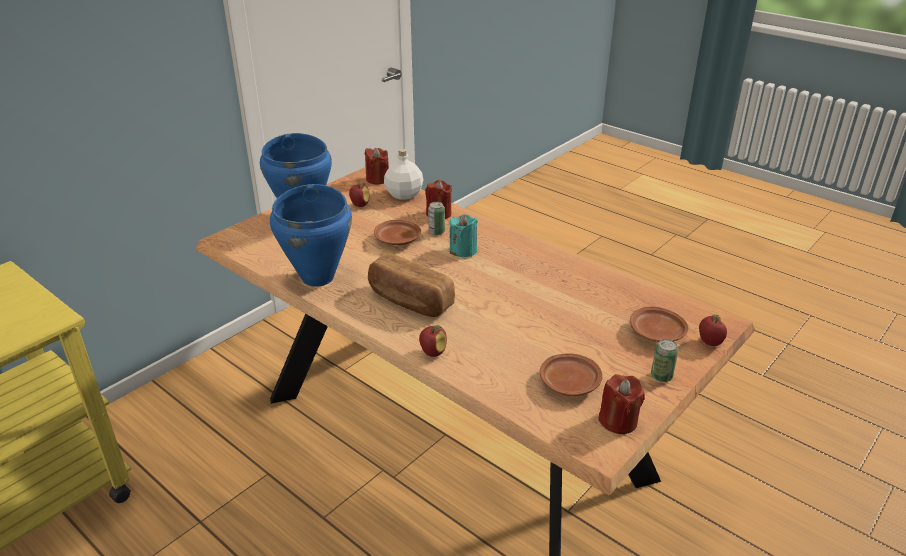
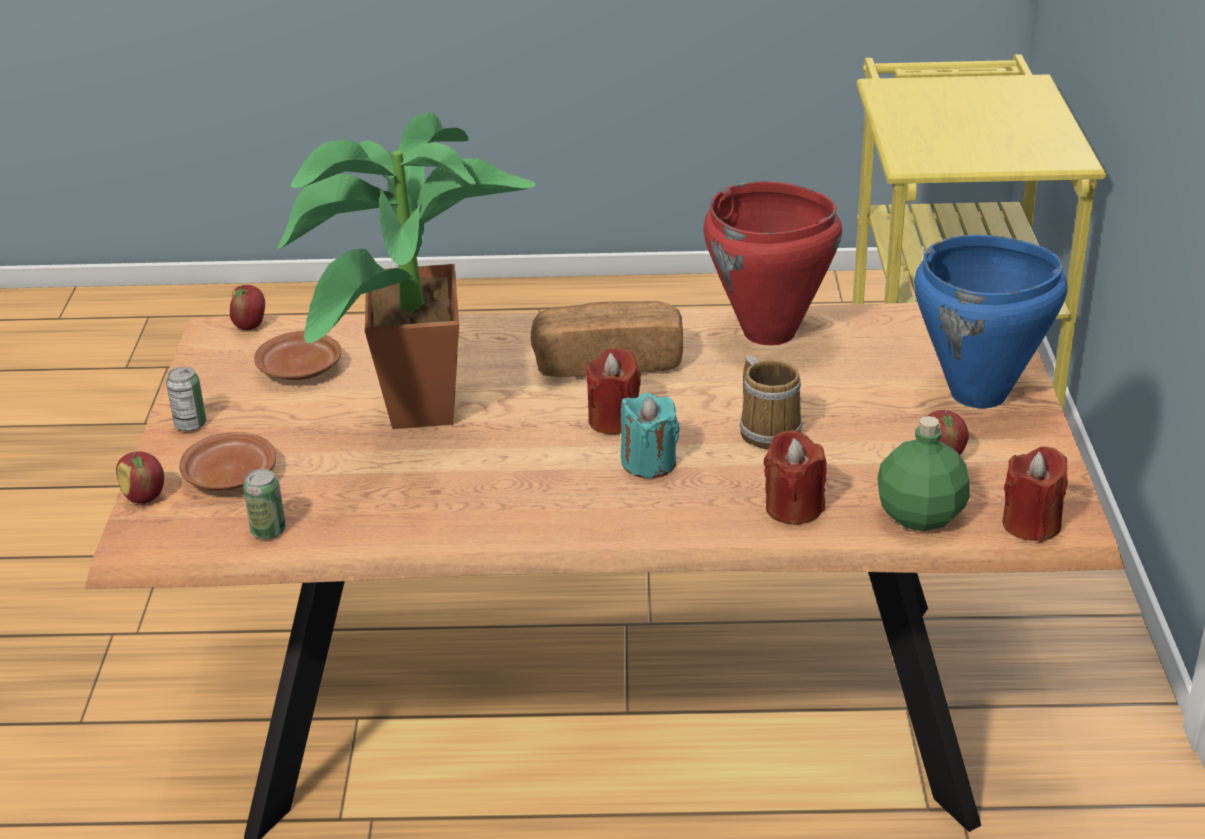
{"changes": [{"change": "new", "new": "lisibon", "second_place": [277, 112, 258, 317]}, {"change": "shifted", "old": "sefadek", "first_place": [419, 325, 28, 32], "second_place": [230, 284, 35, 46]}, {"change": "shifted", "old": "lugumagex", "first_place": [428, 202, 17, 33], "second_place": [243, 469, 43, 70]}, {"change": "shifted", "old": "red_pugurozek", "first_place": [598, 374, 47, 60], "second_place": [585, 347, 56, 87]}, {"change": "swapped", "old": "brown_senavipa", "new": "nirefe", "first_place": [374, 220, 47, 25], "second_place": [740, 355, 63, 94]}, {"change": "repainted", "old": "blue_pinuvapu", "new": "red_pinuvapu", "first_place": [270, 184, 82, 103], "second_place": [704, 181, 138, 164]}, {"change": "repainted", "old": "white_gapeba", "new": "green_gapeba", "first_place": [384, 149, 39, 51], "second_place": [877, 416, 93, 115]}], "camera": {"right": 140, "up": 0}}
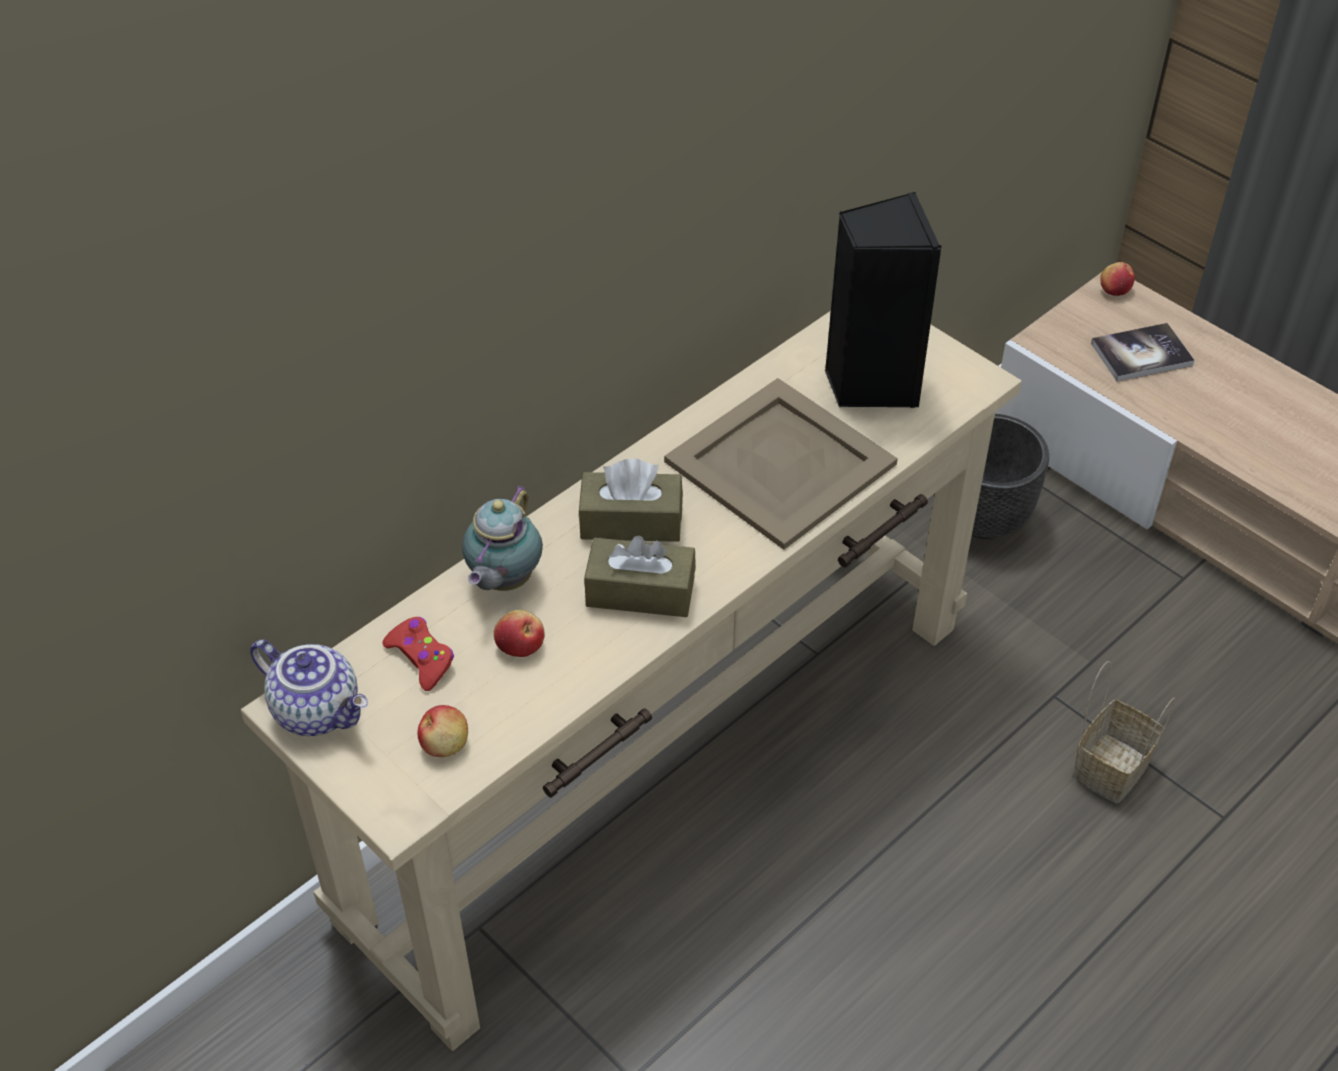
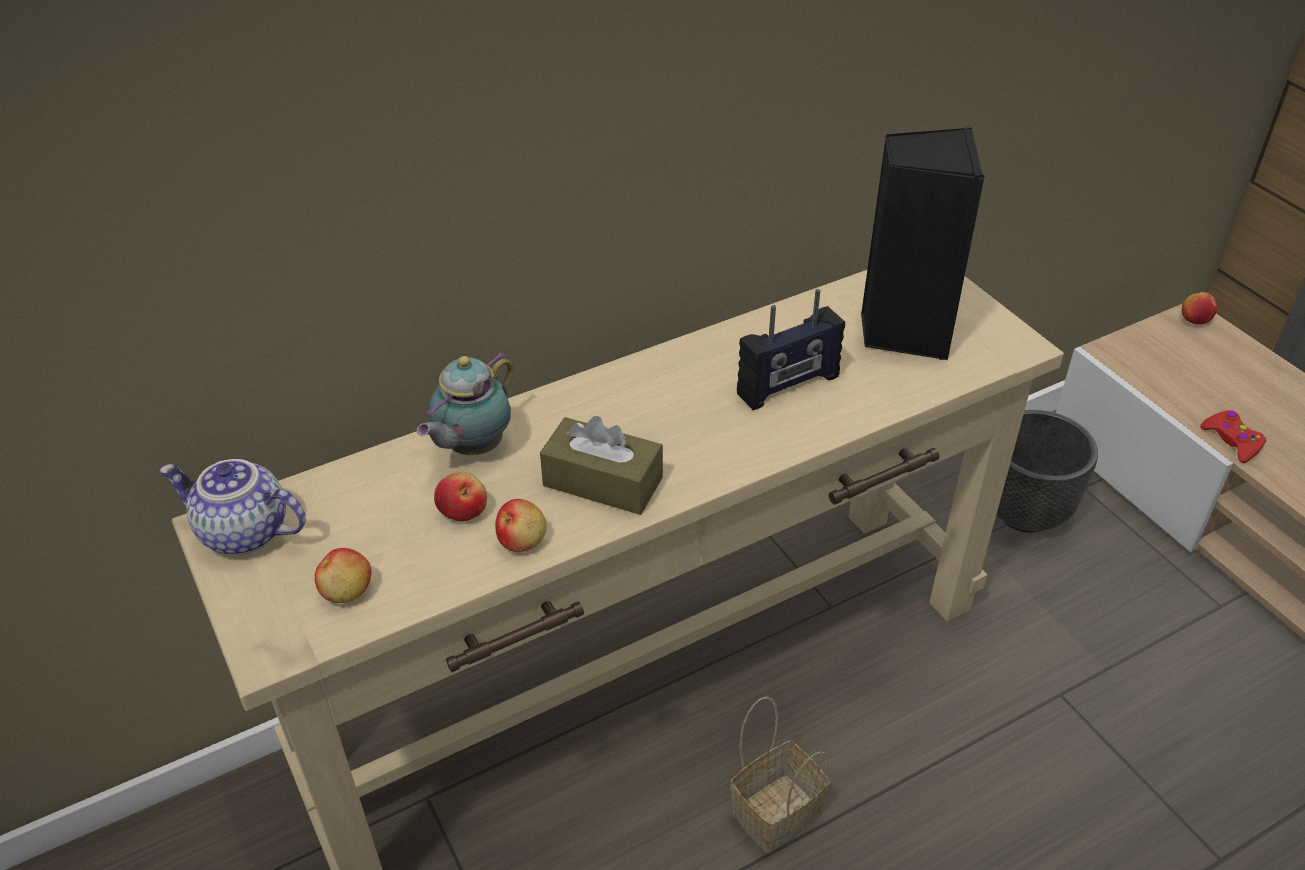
{"changes": [{"change": "gone", "old": "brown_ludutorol", "first_place": [578, 459, 105, 83]}, {"change": "gone", "old": "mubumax", "first_place": [1091, 323, 104, 59]}, {"change": "new", "new": "sefadek", "second_place": [495, 499, 51, 53]}, {"change": "shifted", "old": "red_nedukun", "first_place": [382, 617, 72, 74], "second_place": [1200, 410, 66, 53]}, {"change": "shifted", "old": "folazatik", "first_place": [1072, 661, 104, 142], "second_place": [730, 697, 100, 156]}, {"change": "swapped", "old": "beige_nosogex", "new": "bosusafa", "first_place": [664, 378, 234, 172], "second_place": [737, 289, 108, 121]}, {"change": "rotated", "old": "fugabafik", "first_place": [250, 639, 118, 97], "second_place": [159, 459, 147, 96], "degrees": 150}], "camera": {"right": 15, "up": -5}}
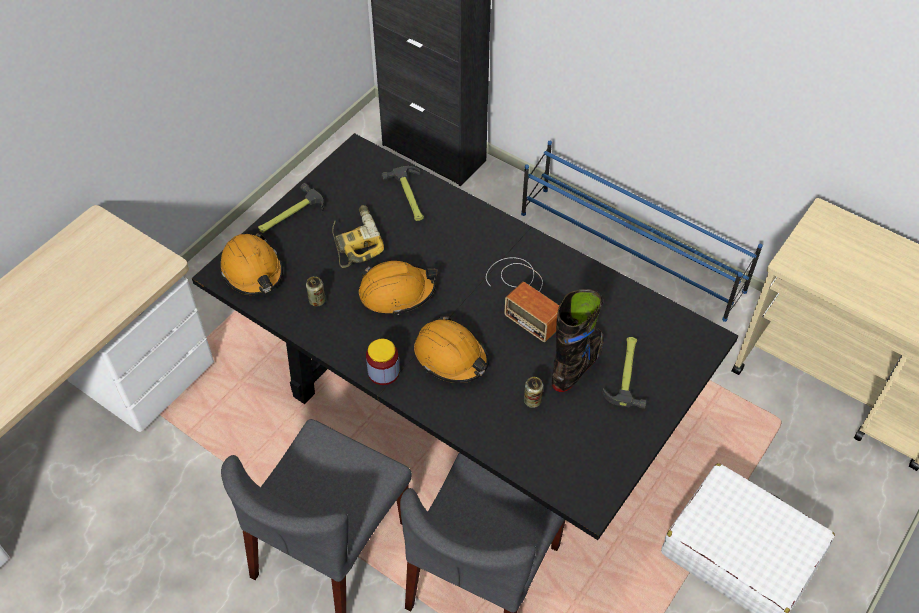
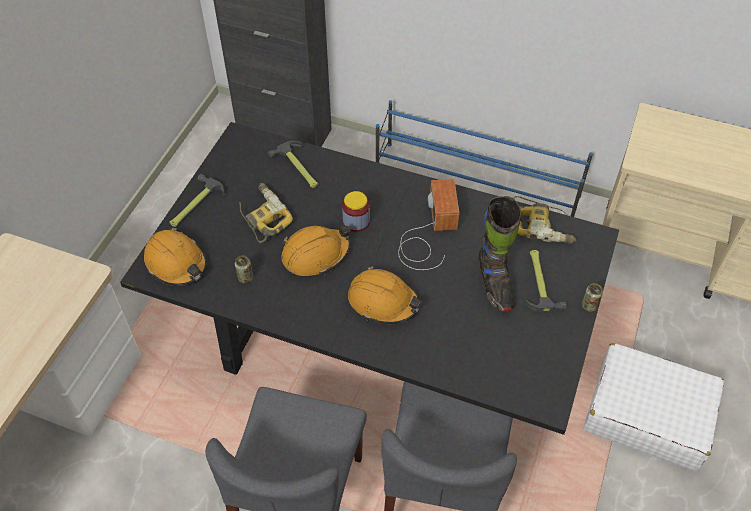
{"changes": [{"change": "new", "new": "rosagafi", "second_place": [514, 196, 63, 48]}, {"change": "shifted", "old": "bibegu", "first_place": [366, 339, 33, 46], "second_place": [342, 191, 28, 41]}, {"change": "shifted", "old": "lugumagex", "first_place": [524, 377, 19, 31], "second_place": [582, 283, 21, 29]}, {"change": "rotated", "old": "bosusafa", "first_place": [486, 257, 73, 85], "second_place": [398, 179, 61, 91], "degrees": -120}, {"change": "rotated", "old": "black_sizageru", "first_place": [552, 289, 52, 103], "second_place": [479, 196, 42, 116], "degrees": 150}], "camera": {"right": -15, "up": 0}}
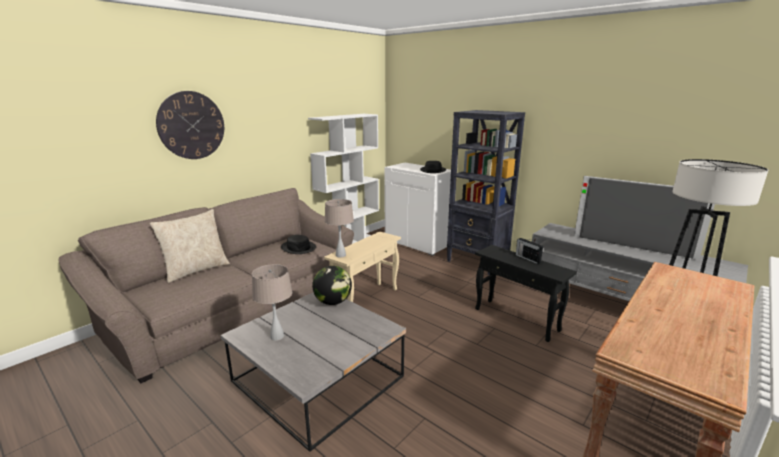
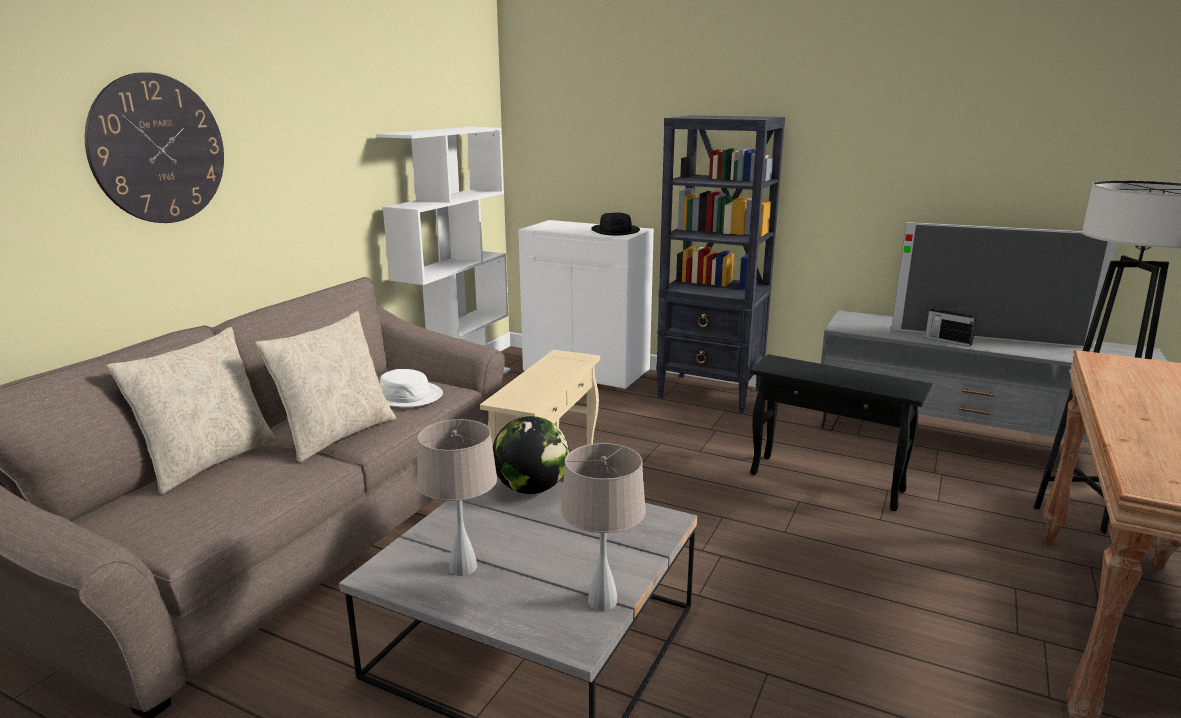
{"changes": [{"change": "new", "new": "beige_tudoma", "second_place": [255, 311, 141, 152]}, {"change": "shifted", "old": "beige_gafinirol", "first_place": [325, 199, 29, 59], "second_place": [561, 443, 85, 168]}, {"change": "shifted", "old": "bosusafa", "first_place": [516, 238, 27, 26], "second_place": [925, 308, 52, 39]}, {"change": "repainted", "old": "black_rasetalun", "new": "white_rasetalun", "first_place": [281, 235, 35, 19], "second_place": [380, 369, 63, 38]}], "camera": {"right": -15, "up": 0}}
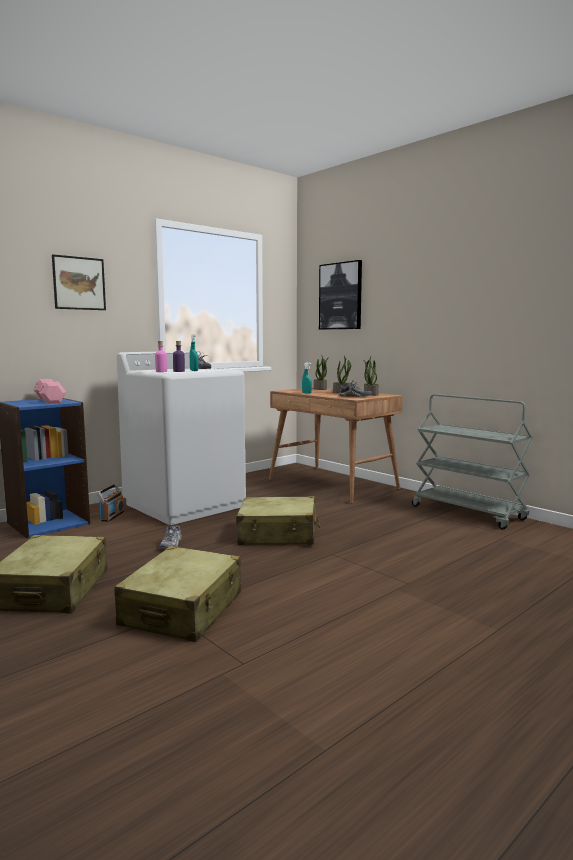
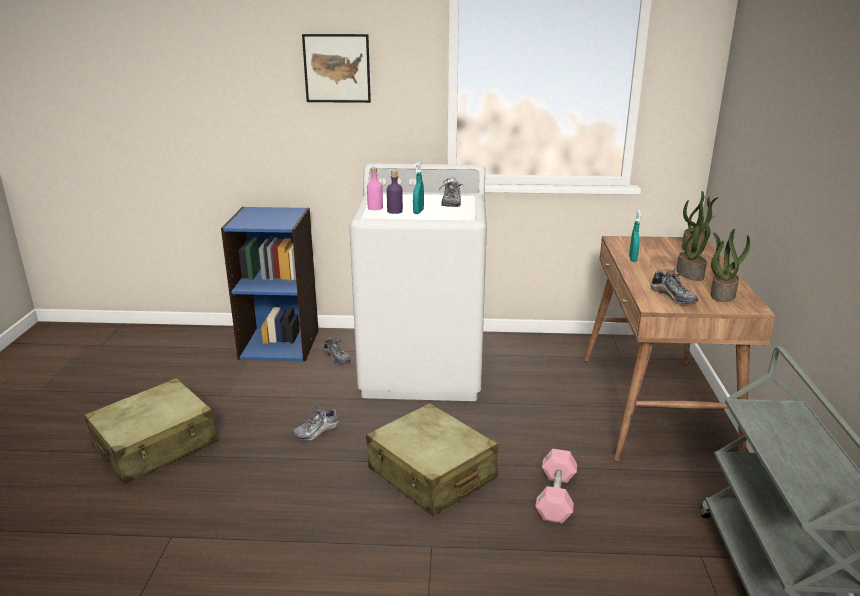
{"changes": [{"change": "gone", "old": "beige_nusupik", "first_place": [114, 546, 127, 96]}, {"change": "gone", "old": "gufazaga", "first_place": [319, 260, 43, 70]}, {"change": "shifted", "old": "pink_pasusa", "first_place": [33, 379, 33, 25], "second_place": [535, 449, 42, 74]}, {"change": "swapped", "old": "bosusafa", "new": "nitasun", "first_place": [97, 484, 27, 38], "second_place": [324, 337, 27, 27]}], "camera": {"right": 45, "up": 15}}
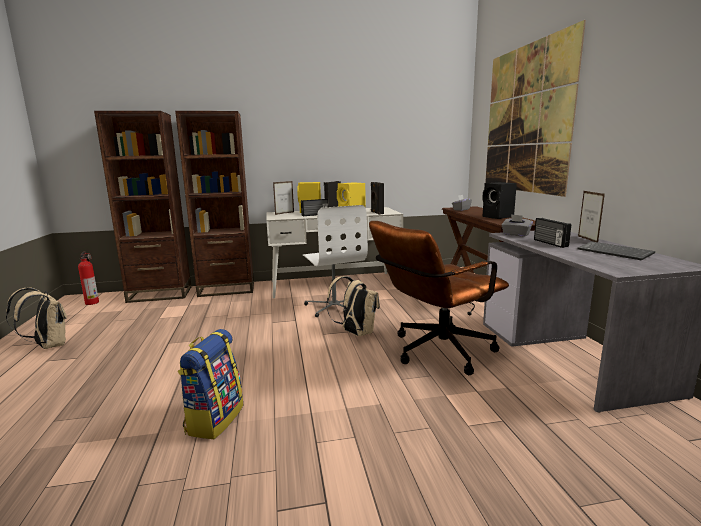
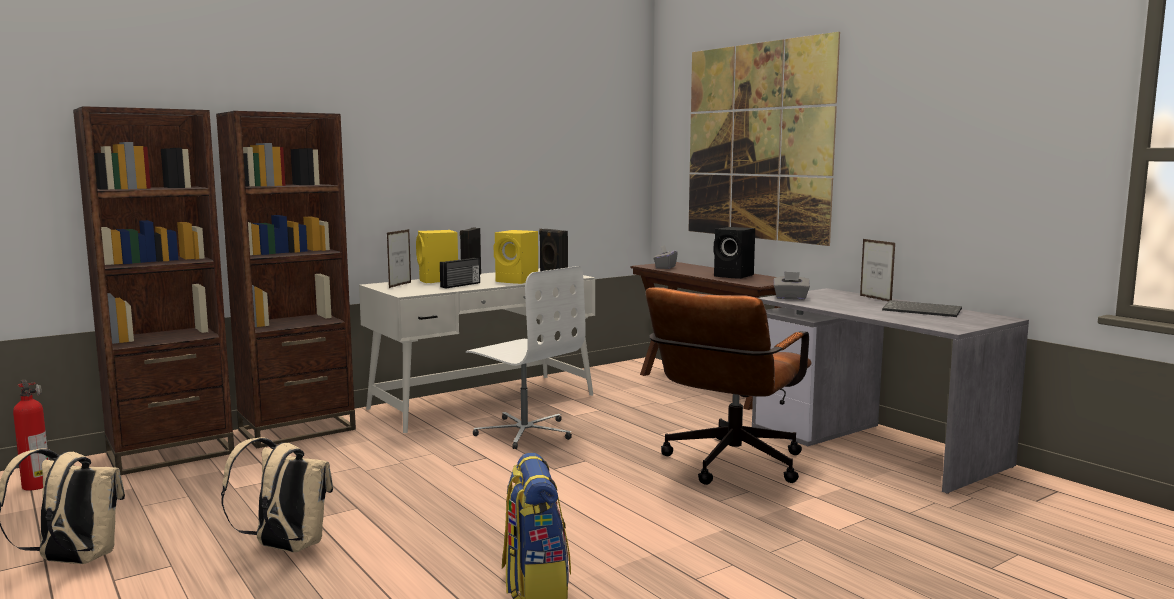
{"changes": [{"change": "gone", "old": "bosusafa", "first_place": [534, 218, 37, 30]}, {"change": "shifted", "old": "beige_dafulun", "first_place": [326, 276, 54, 60], "second_place": [221, 437, 112, 115]}], "camera": {"right": -25, "up": -5}}
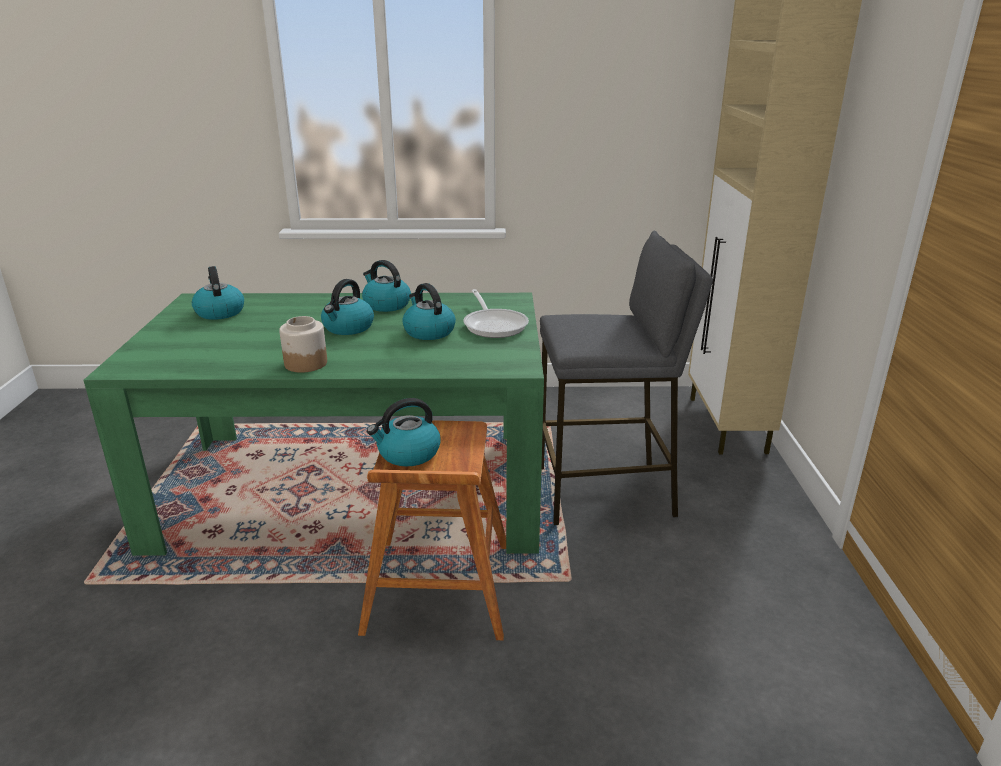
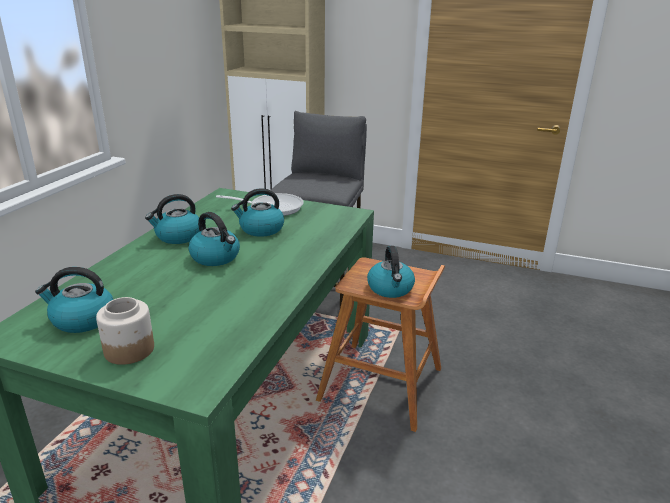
{"changes": [{"change": "shifted", "old": "bibegu", "first_place": [279, 316, 48, 57], "second_place": [96, 297, 58, 68]}], "camera": {"right": -70, "up": 0}}
